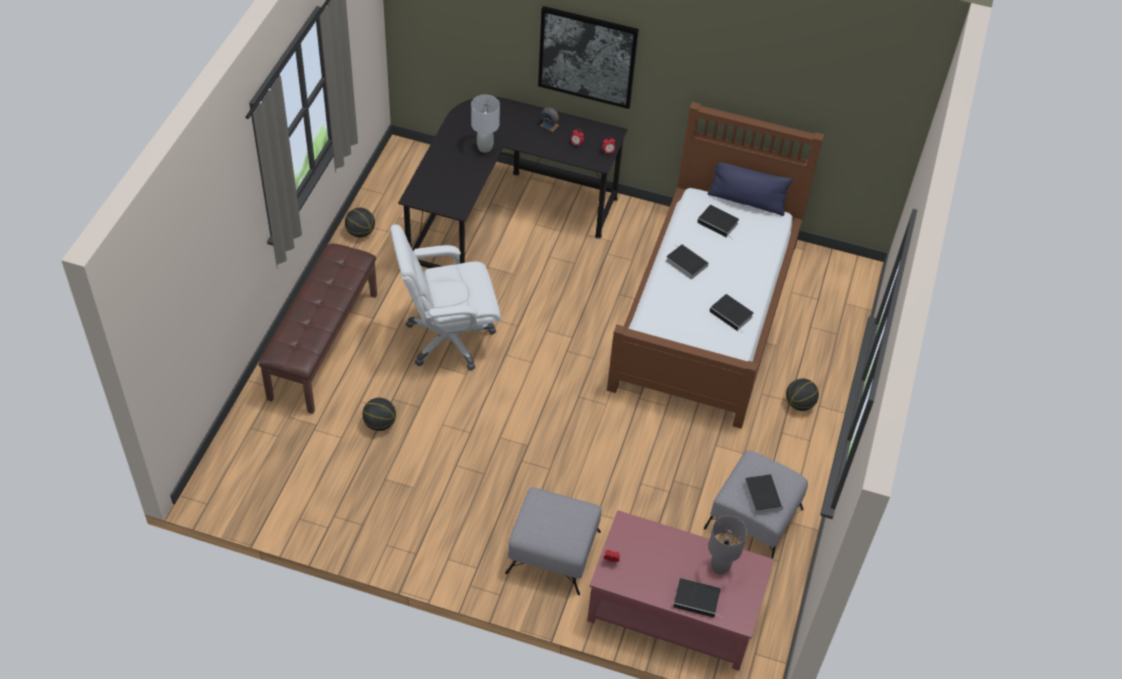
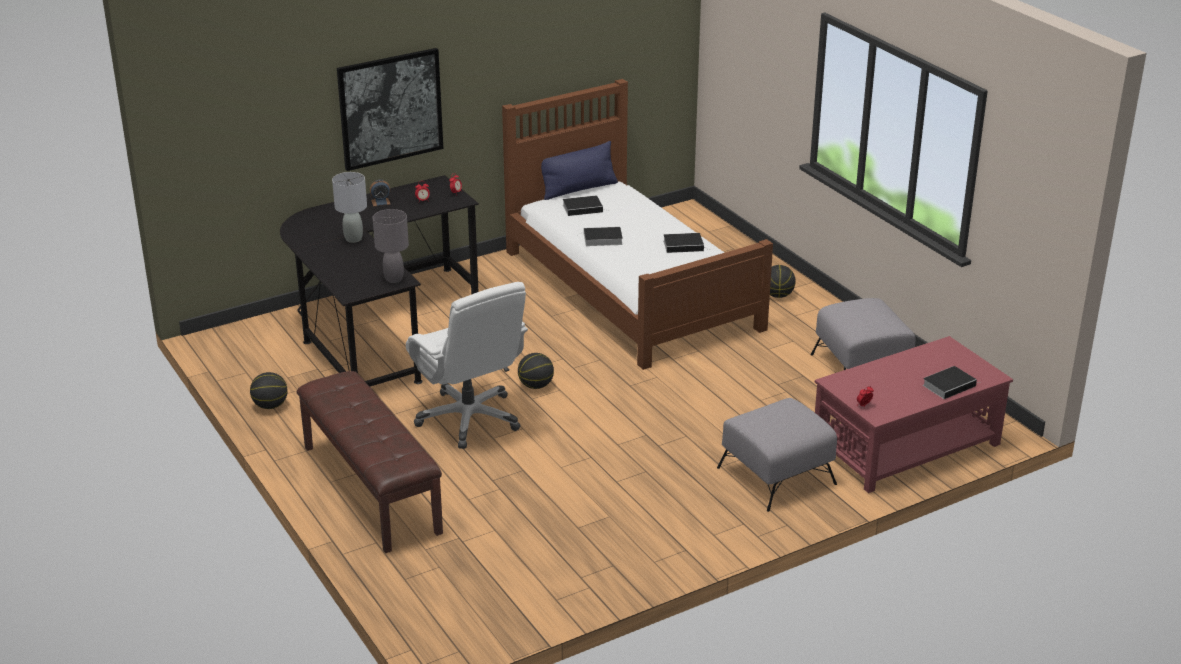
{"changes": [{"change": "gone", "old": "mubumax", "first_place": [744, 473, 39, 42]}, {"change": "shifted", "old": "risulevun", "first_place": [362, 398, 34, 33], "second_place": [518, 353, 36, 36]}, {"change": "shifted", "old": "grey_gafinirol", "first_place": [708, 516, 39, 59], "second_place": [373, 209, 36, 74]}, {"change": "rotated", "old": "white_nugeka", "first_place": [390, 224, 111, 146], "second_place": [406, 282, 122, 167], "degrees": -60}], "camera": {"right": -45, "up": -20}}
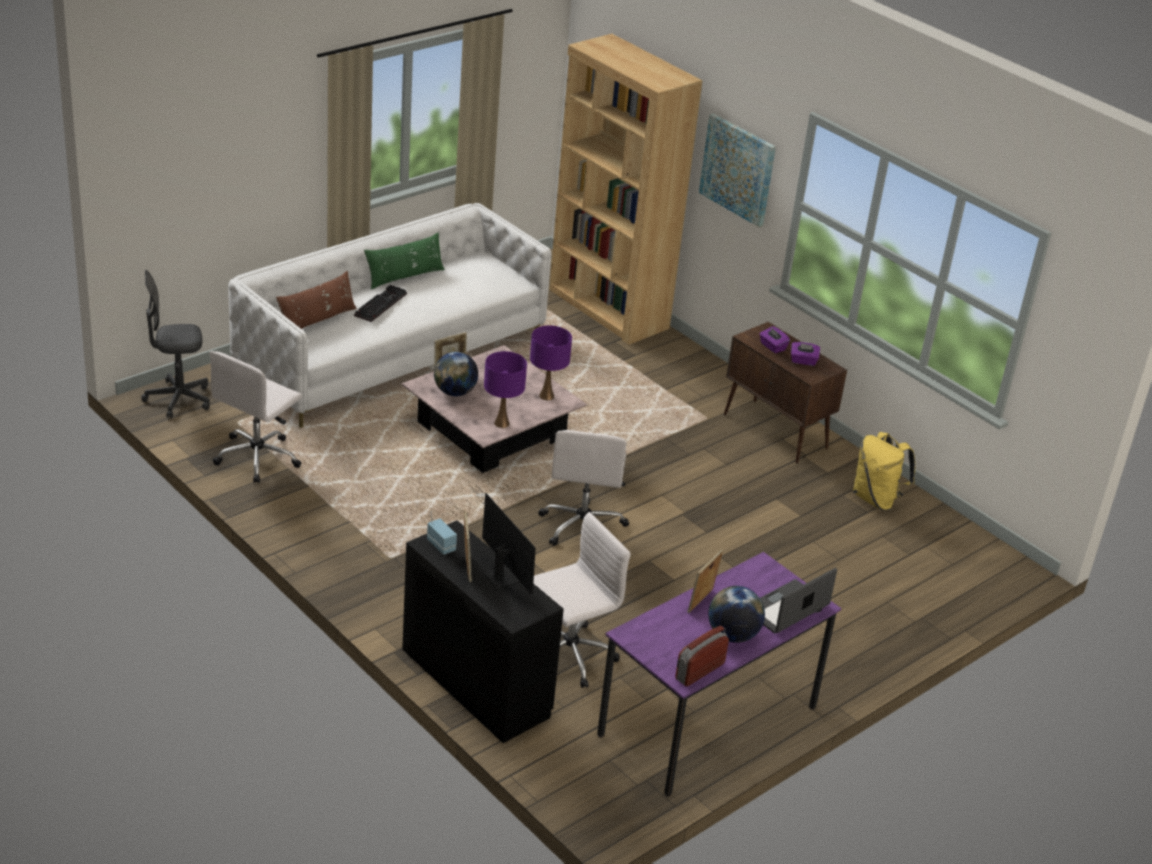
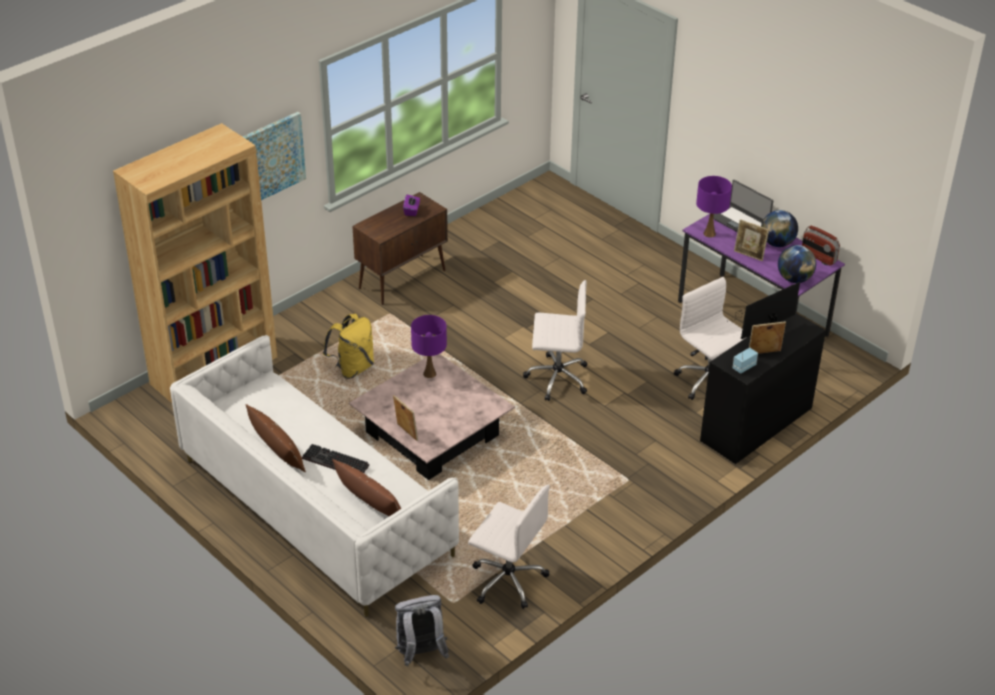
{"changes": [{"change": "gone", "old": "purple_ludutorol", "first_place": [760, 326, 30, 27]}, {"change": "shifted", "old": "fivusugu", "first_place": [434, 352, 44, 44], "second_place": [778, 245, 38, 38]}, {"change": "shifted", "old": "purple_gafinirol", "first_place": [484, 351, 43, 77], "second_place": [696, 176, 36, 61]}, {"change": "shifted", "old": "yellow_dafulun", "first_place": [853, 432, 62, 79], "second_place": [323, 314, 51, 65]}, {"change": "swapped", "old": "grey_nugeka", "new": "grey_dafulun", "first_place": [141, 270, 68, 148], "second_place": [395, 595, 54, 71]}, {"change": "repainted", "old": "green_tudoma", "new": "brown_tudoma", "first_place": [364, 233, 81, 56], "second_place": [246, 404, 60, 68]}], "camera": {"right": -90, "up": 5}}
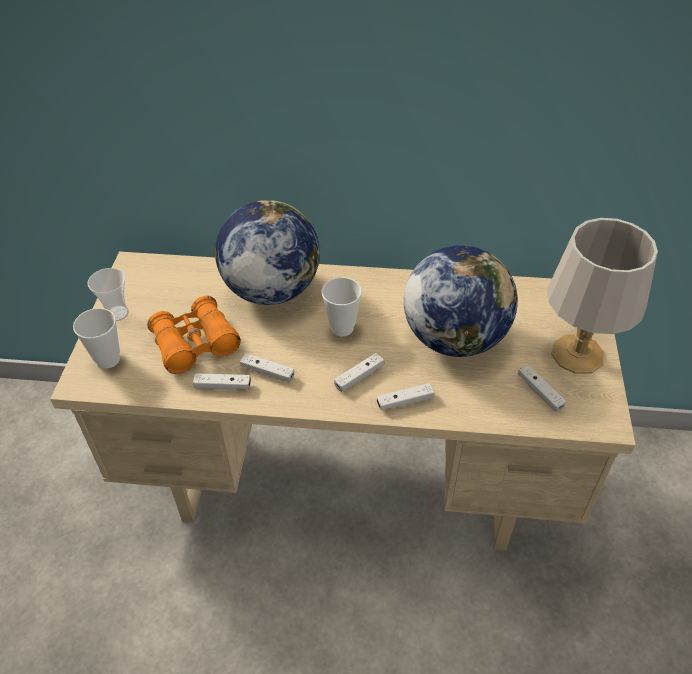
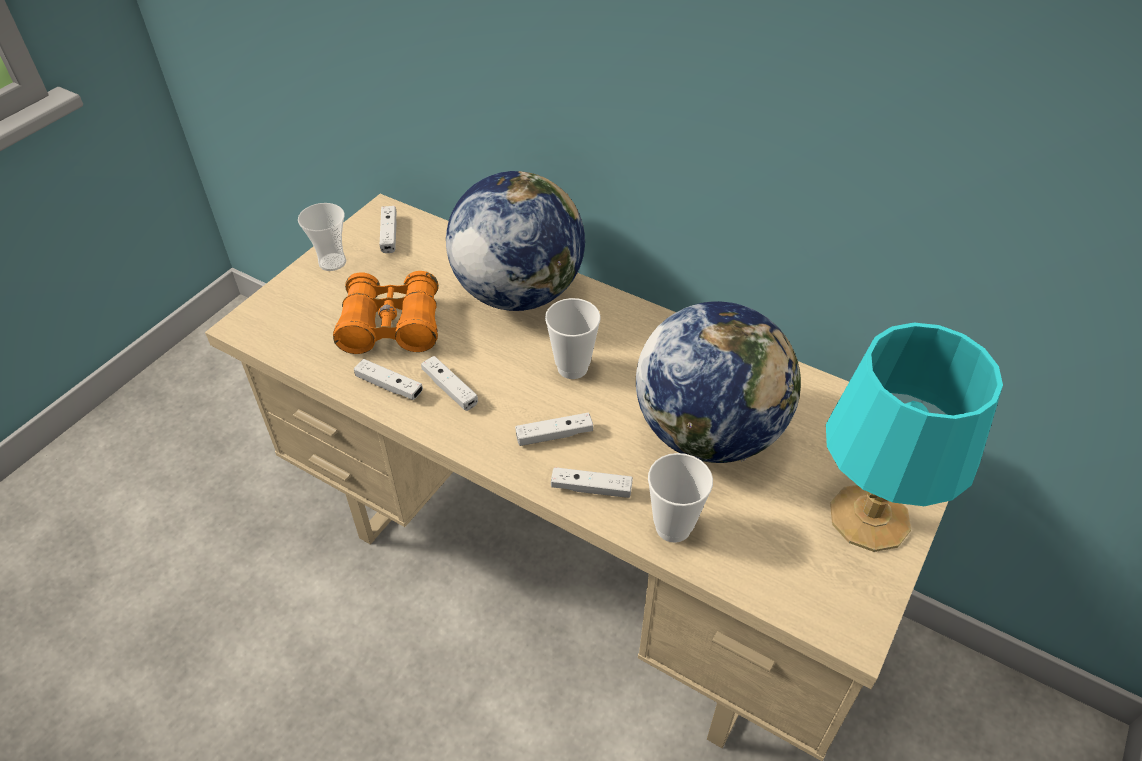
{"changes": [{"change": "shifted", "old": "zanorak", "first_place": [73, 308, 47, 61], "second_place": [648, 453, 65, 90]}, {"change": "shifted", "old": "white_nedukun", "first_place": [518, 365, 49, 47], "second_place": [380, 206, 17, 47]}, {"change": "repainted", "old": "grey_gafinirol", "new": "turquoise_gafinirol", "first_place": [547, 218, 111, 156], "second_place": [826, 323, 177, 229]}], "camera": {"right": 25, "up": 0}}
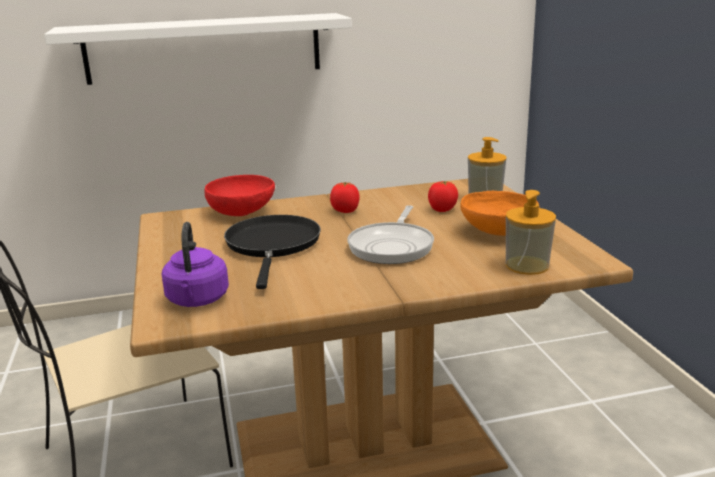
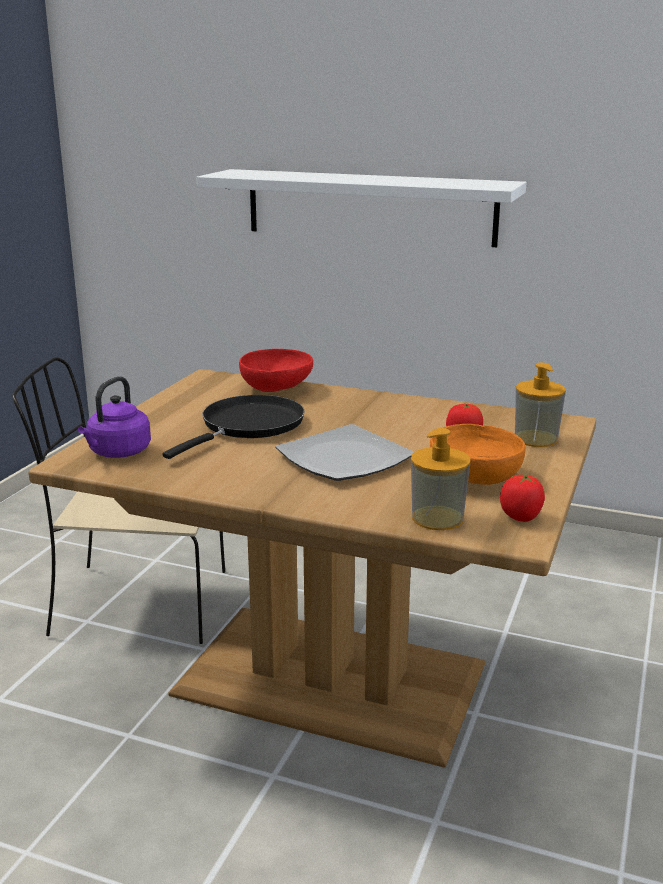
{"changes": [{"change": "shifted", "old": "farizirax", "first_place": [330, 182, 30, 31], "second_place": [500, 475, 45, 47]}, {"change": "swapped", "old": "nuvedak", "new": "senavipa", "first_place": [347, 205, 87, 59], "second_place": [276, 424, 138, 57]}], "camera": {"right": 35, "up": 0}}
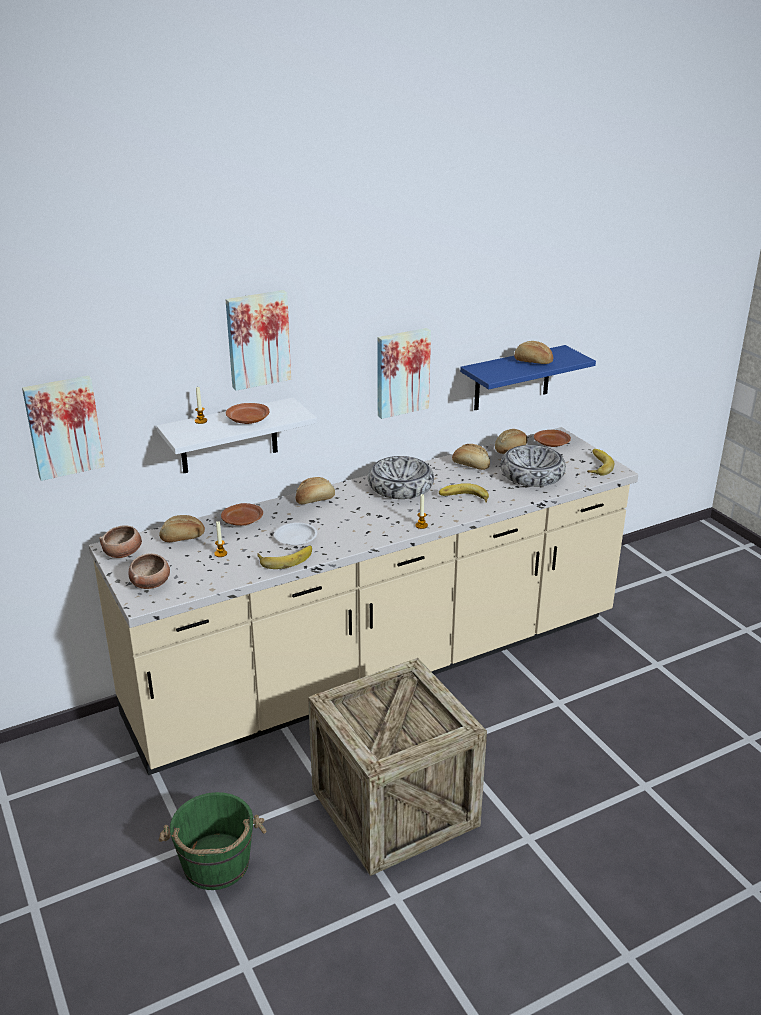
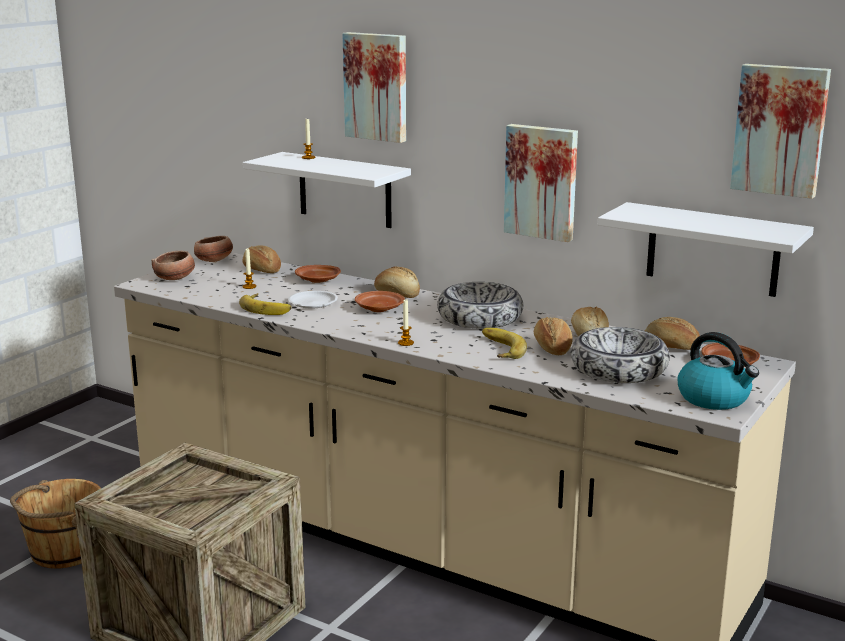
{"changes": [{"change": "shifted", "old": "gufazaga", "first_place": [22, 375, 83, 106], "second_place": [730, 64, 101, 135]}, {"change": "shifted", "old": "brown_senavipa", "first_place": [226, 403, 43, 21], "second_place": [355, 291, 50, 21]}, {"change": "shifted", "old": "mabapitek", "first_place": [514, 341, 39, 23], "second_place": [534, 317, 39, 38]}, {"change": "swapped", "old": "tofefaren", "new": "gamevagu", "first_place": [587, 449, 27, 27], "second_place": [678, 332, 81, 78]}, {"change": "repainted", "old": "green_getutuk", "new": "brown_getutuk", "first_place": [159, 792, 108, 98], "second_place": [10, 479, 91, 90]}, {"change": "repainted", "old": "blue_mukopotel", "new": "white_mukopotel", "first_place": [460, 345, 136, 65], "second_place": [598, 202, 216, 95]}], "camera": {"right": 60, "up": -10}}
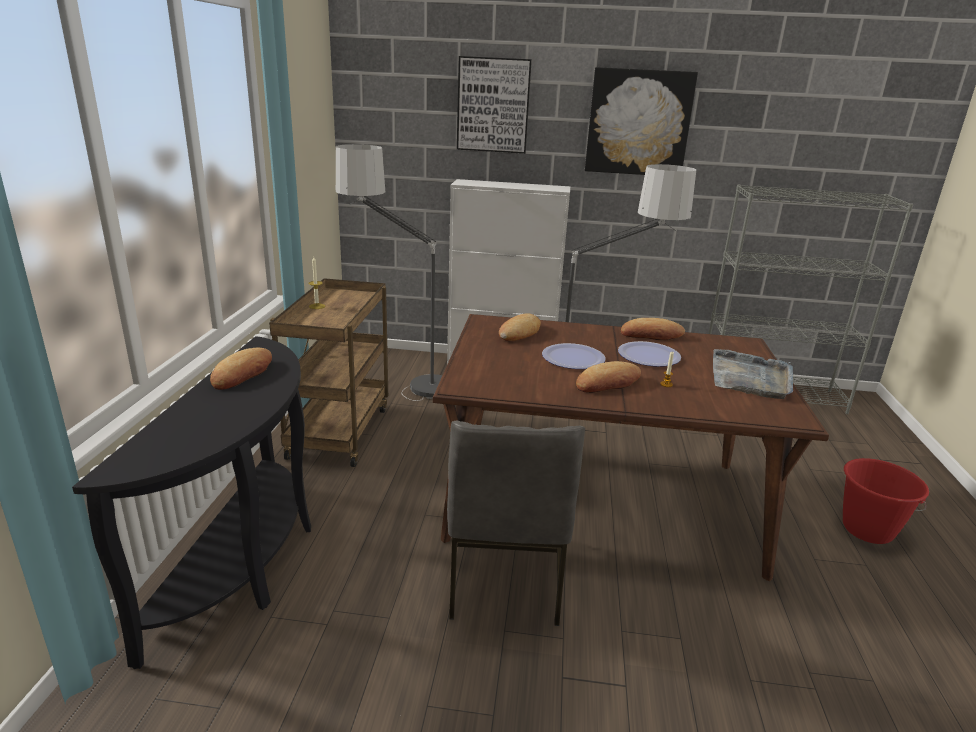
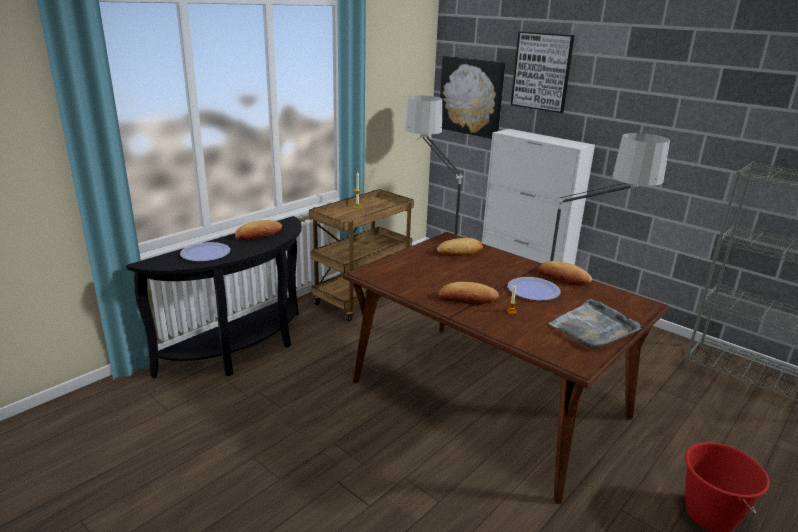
{"changes": [{"change": "gone", "old": "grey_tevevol", "first_place": [447, 421, 138, 205]}, {"change": "shifted", "old": "senavipa", "first_place": [542, 343, 64, 26], "second_place": [180, 242, 50, 20]}, {"change": "shifted", "old": "gufazaga", "first_place": [585, 67, 113, 108], "second_place": [440, 56, 65, 83]}], "camera": {"right": 35, "up": 0}}
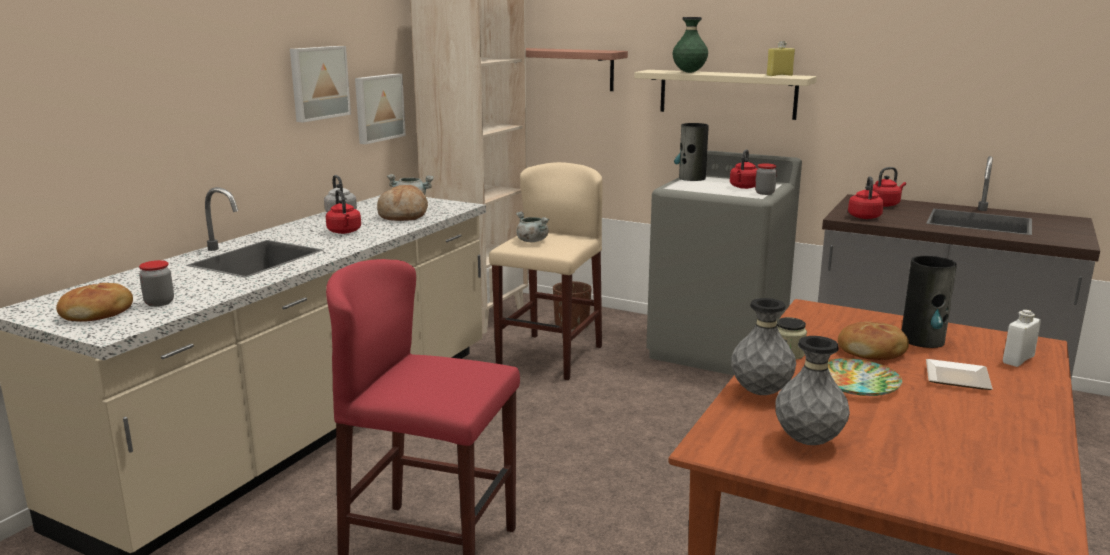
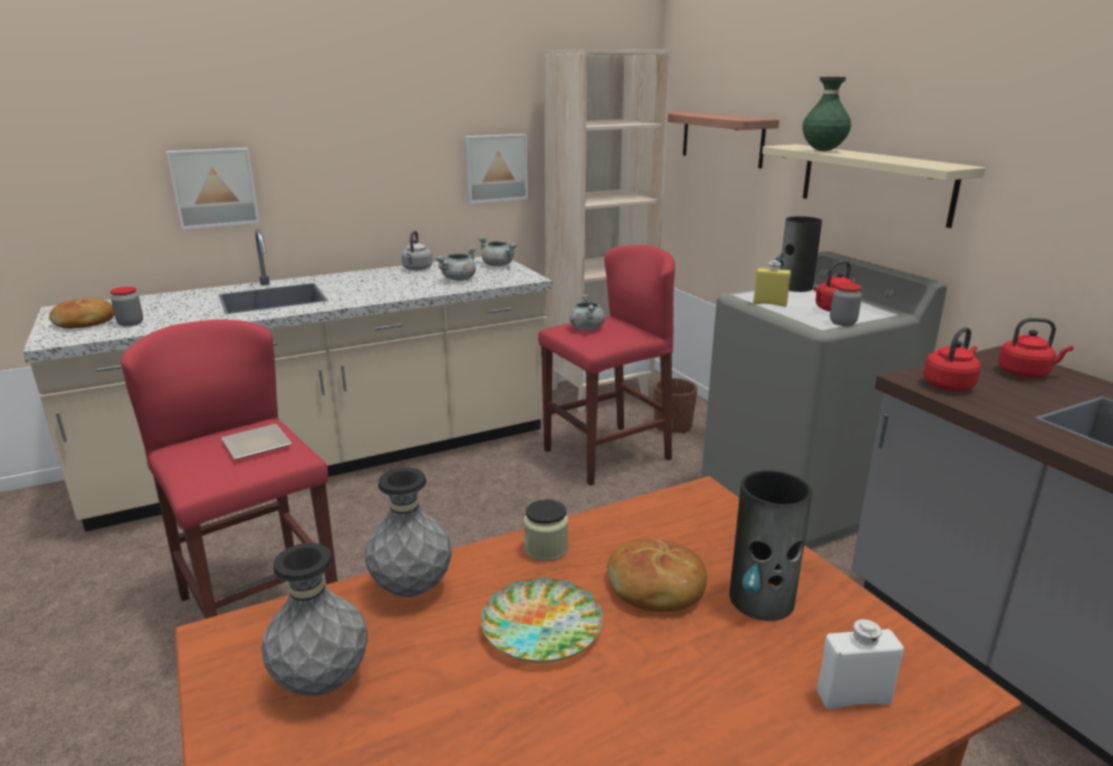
{"changes": [{"change": "gone", "old": "red_gamevagu", "first_place": [326, 189, 35, 45]}, {"change": "shifted", "old": "gufazaga", "first_place": [290, 46, 61, 76], "second_place": [166, 148, 94, 81]}, {"change": "shifted", "old": "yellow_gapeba", "first_place": [767, 41, 28, 35], "second_place": [753, 260, 38, 47]}, {"change": "shifted", "old": "senavipa", "first_place": [926, 359, 67, 31], "second_place": [221, 424, 71, 36]}, {"change": "swapped", "old": "mabapitek", "new": "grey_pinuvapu", "first_place": [377, 185, 51, 36], "second_place": [435, 247, 41, 34]}, {"change": "repainted", "old": "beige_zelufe", "new": "red_zelufe", "first_place": [489, 162, 114, 218], "second_place": [538, 245, 137, 241]}], "camera": {"right": 35, "up": 5}}
